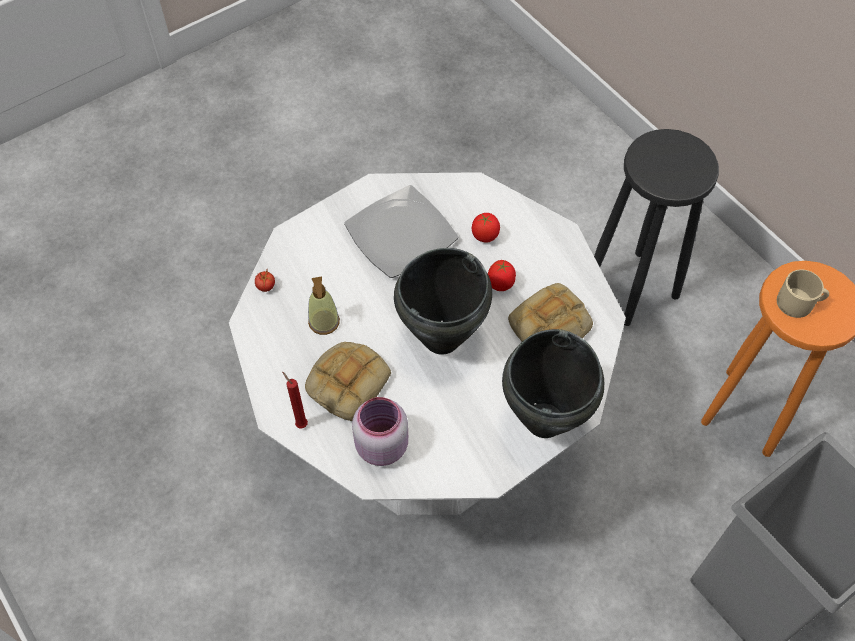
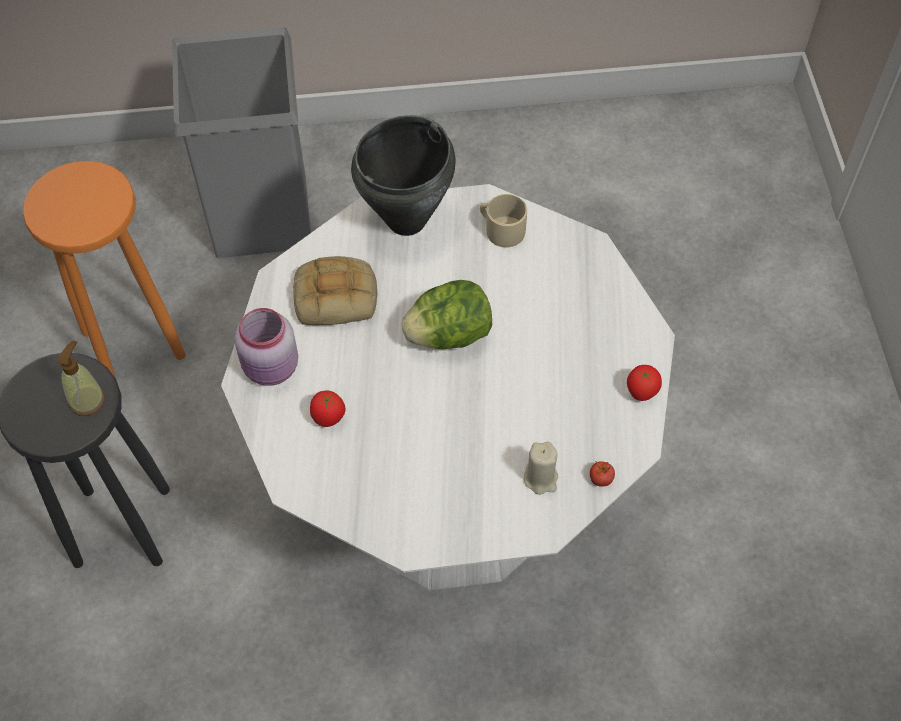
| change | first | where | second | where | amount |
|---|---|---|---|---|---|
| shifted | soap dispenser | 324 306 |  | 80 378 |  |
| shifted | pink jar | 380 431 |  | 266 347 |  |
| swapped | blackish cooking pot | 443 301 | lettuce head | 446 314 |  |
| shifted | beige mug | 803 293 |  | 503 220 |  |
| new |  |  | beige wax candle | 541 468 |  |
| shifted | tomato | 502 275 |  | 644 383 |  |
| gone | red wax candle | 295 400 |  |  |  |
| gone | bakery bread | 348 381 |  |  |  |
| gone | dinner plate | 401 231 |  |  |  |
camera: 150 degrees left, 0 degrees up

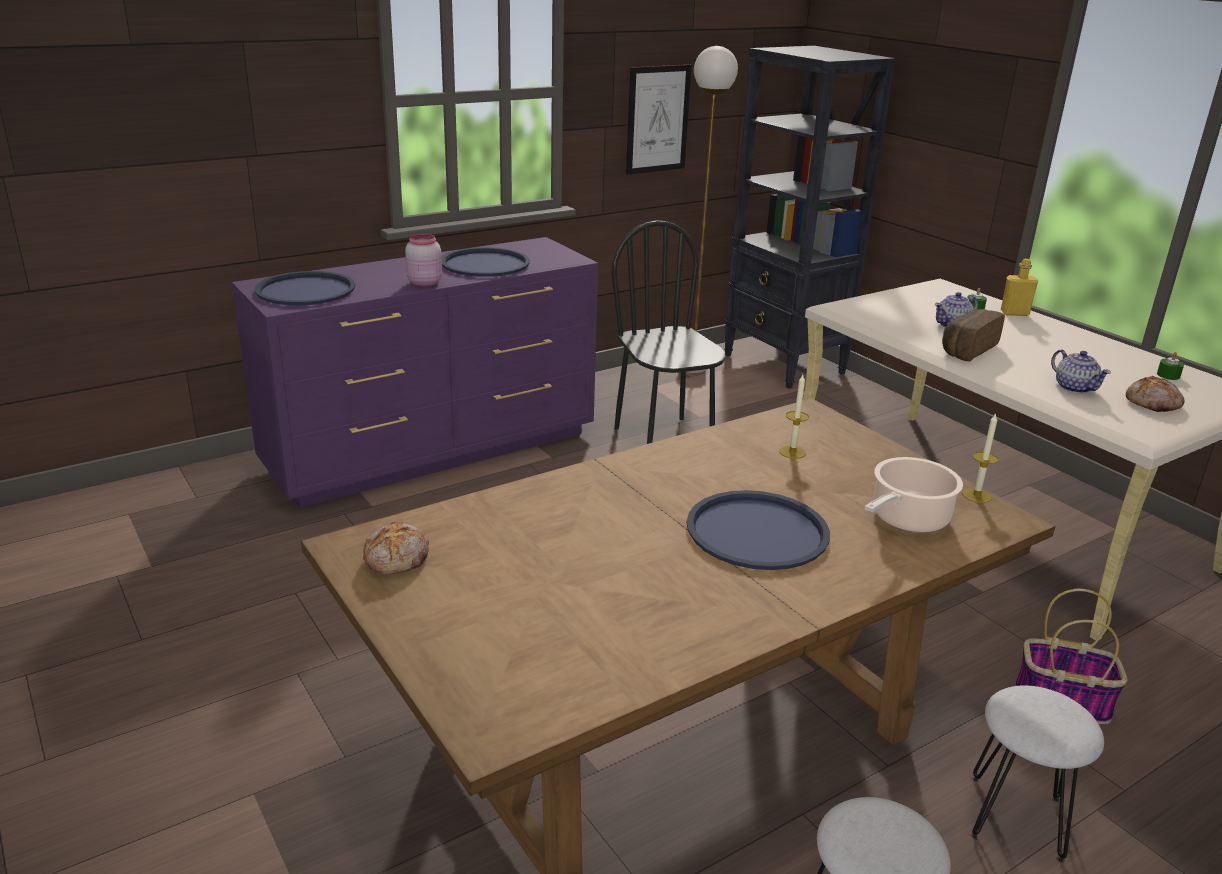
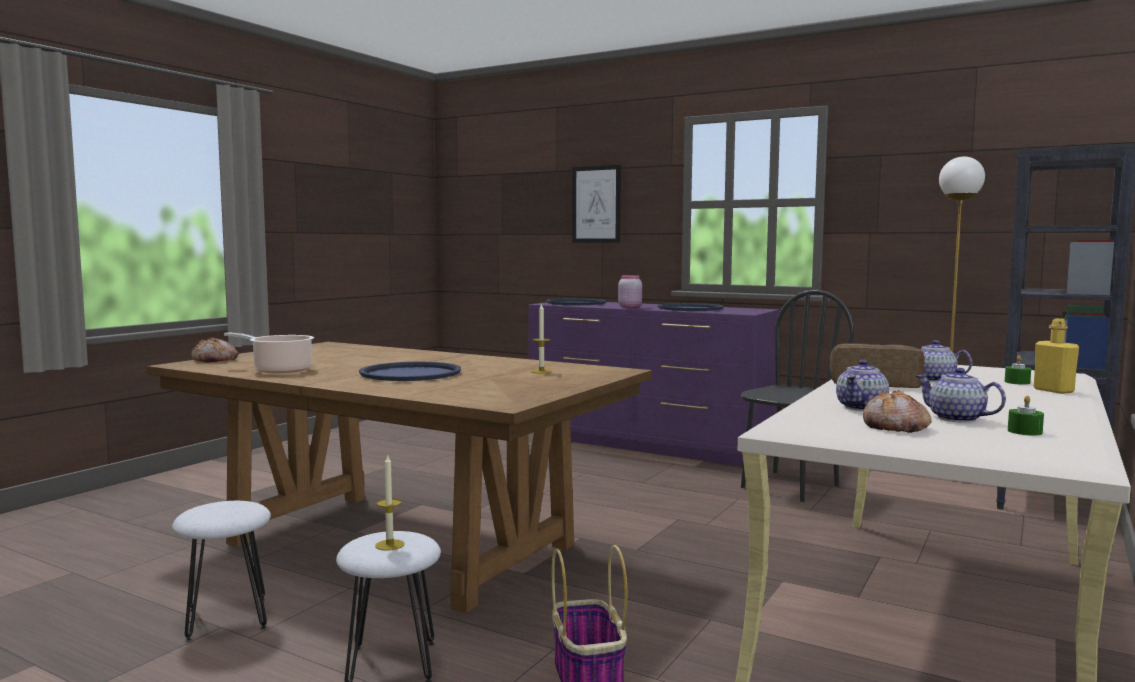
| change | first | where | second | where | amount |
|---|---|---|---|---|---|
| shifted | bakery bread | 396 548 |  | 215 350 |  |
| shifted | cooking pot | 913 495 |  | 269 352 |  |
| shifted | wax candle | 980 458 |  | 389 503 |  |
| shifted | wall picture | 659 120 |  | 596 204 |  |
| new |  |  | tea pot | 961 395 |  |
camera: 65 degrees right, 20 degrees down

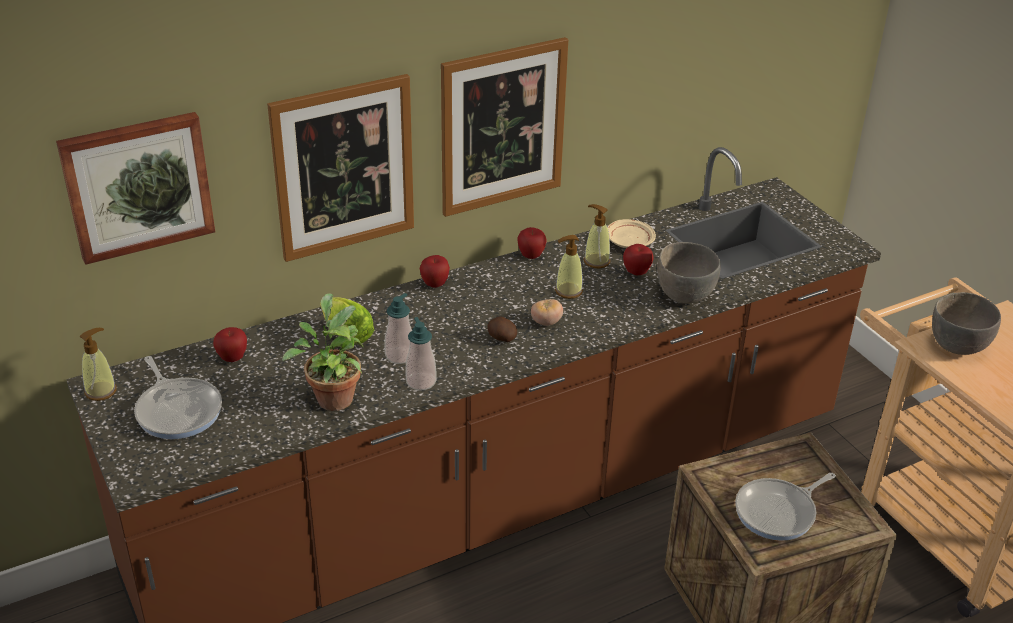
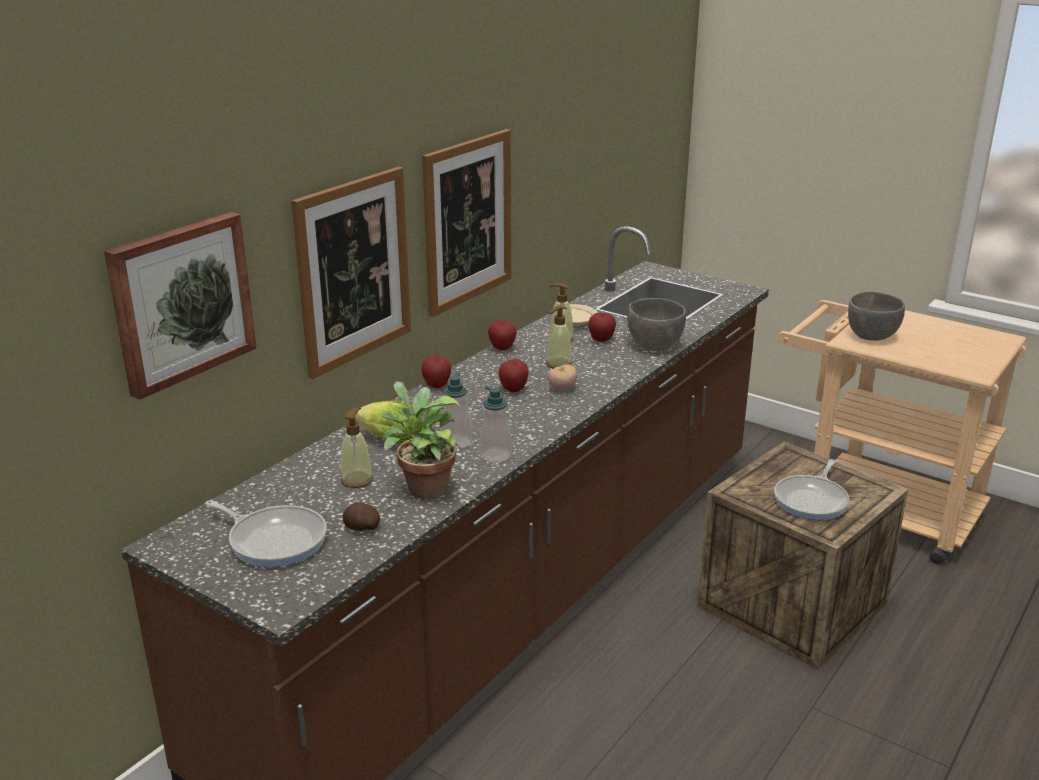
| change | first | where | second | where | amount |
|---|---|---|---|---|---|
| shifted | soap dispenser | 98 364 |  | 356 447 |  |
| shifted | potato | 502 329 |  | 361 516 |  |
| shifted | apple fruit | 230 344 |  | 513 375 |  |
camera: 25 degrees left, 10 degrees down

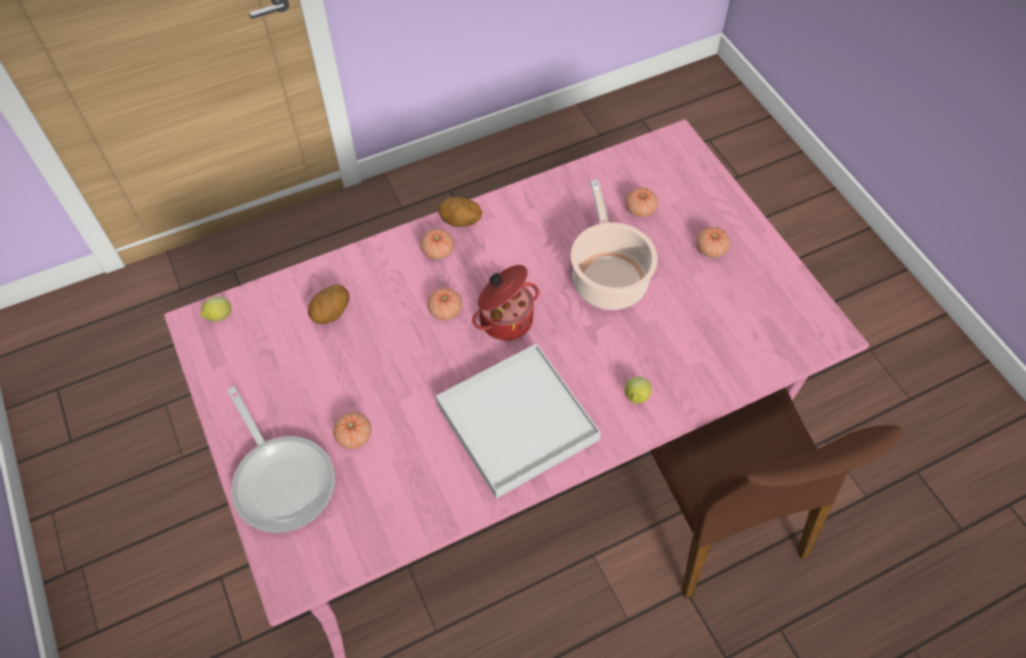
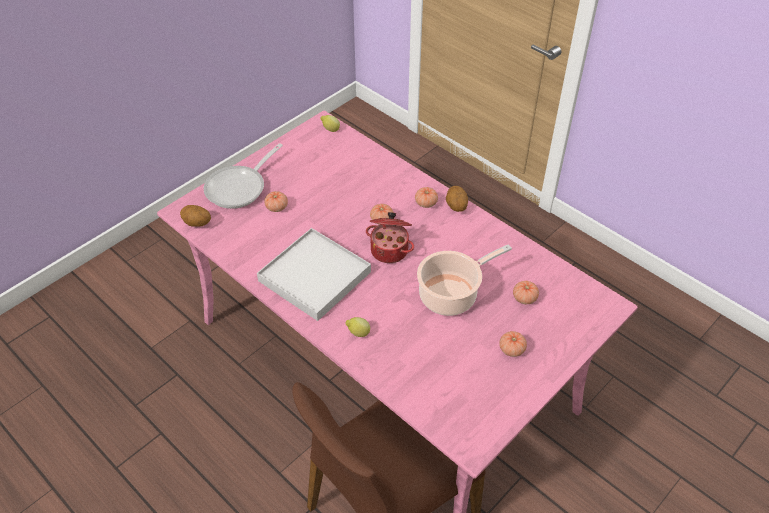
| change | first | where | second | where | amount |
|---|---|---|---|---|---|
| shifted | potato | 329 304 |  | 195 216 |  |
camera: 70 degrees right, 10 degrees down

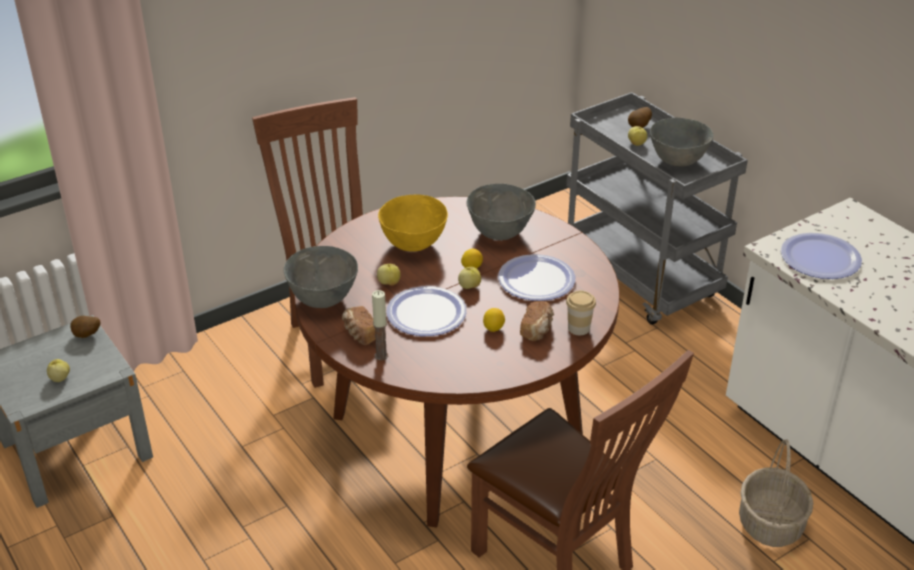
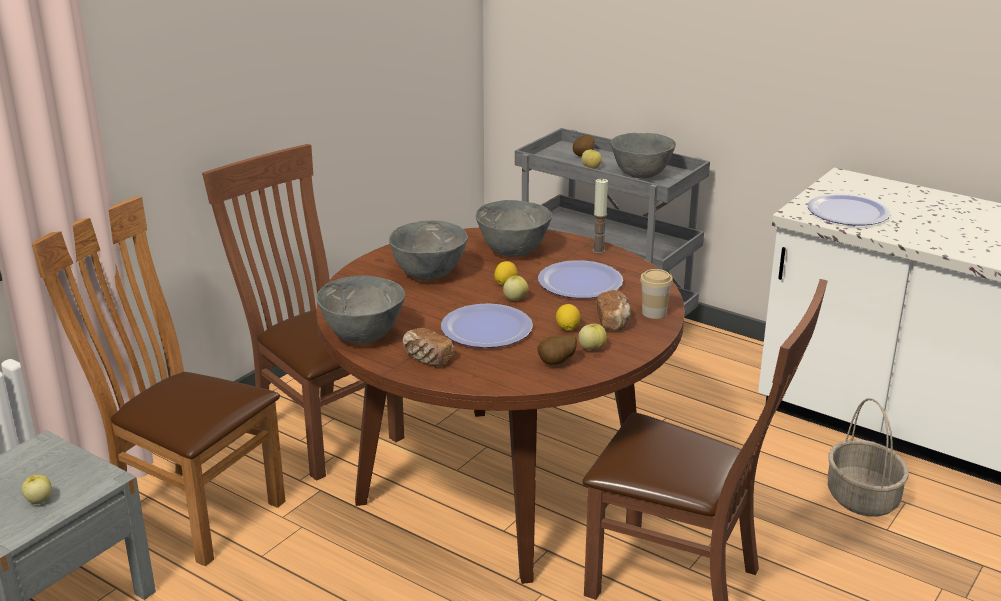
| change | first | where | second | where | amount |
|---|---|---|---|---|---|
| new |  |  | brownish upright chair | 159 381 |  |
| repainted | yellow-coloured bowl | 413 222 | greyish bowl | 428 250 |  |
| shifted | potato | 85 327 |  | 557 350 |  |
| shifted | apple fruit | 389 275 |  | 592 337 |  |
| shifted | wax candle | 380 325 |  | 600 216 |  |
camera: 20 degrees left, 10 degrees down

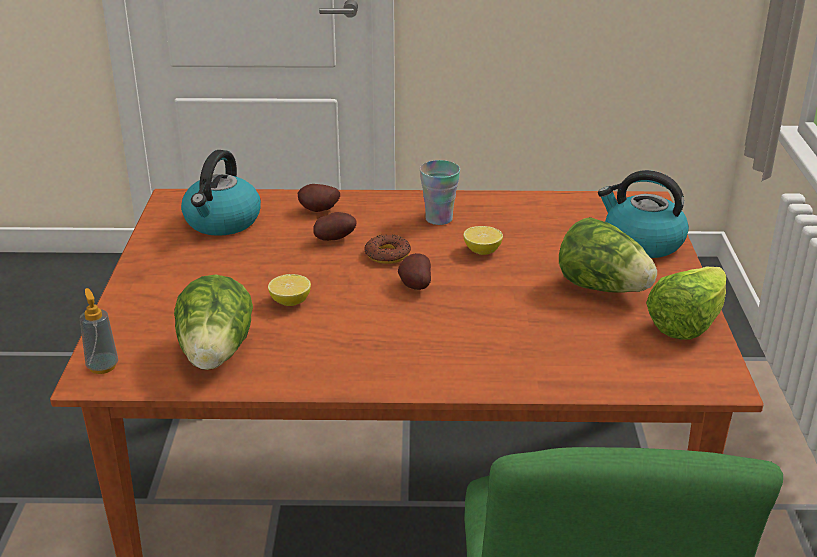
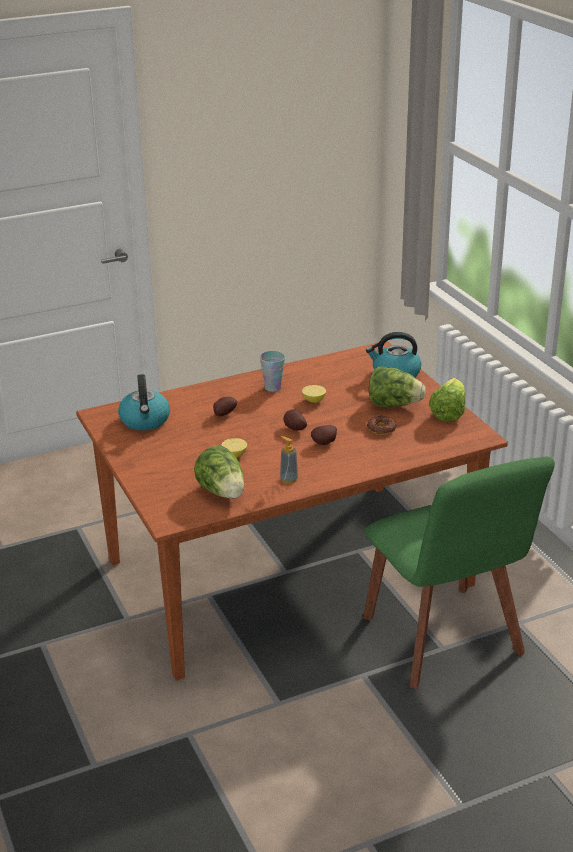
| change | first | where | second | where | amount |
|---|---|---|---|---|---|
| shifted | soap dispenser | 99 331 |  | 289 460 |  |
| shifted | potato | 318 198 |  | 324 435 |  |
| shifted | donut | 387 249 |  | 382 425 |  |
camera: 25 degrees left, 0 degrees up

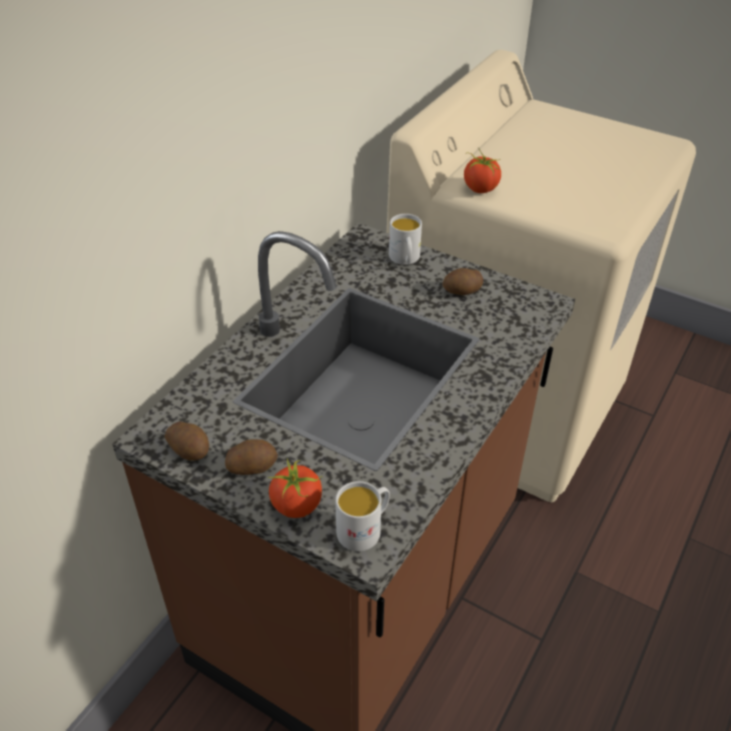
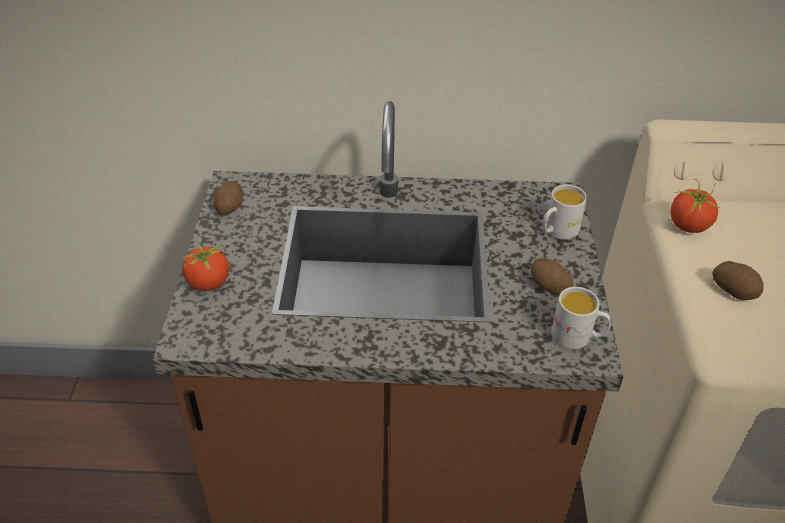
| change | first | where | second | where | amount |
|---|---|---|---|---|---|
| shifted | whitish mug | 362 516 |  | 581 318 |  |
| shifted | potato | 251 457 |  | 738 280 |  |
camera: 60 degrees right, 0 degrees up

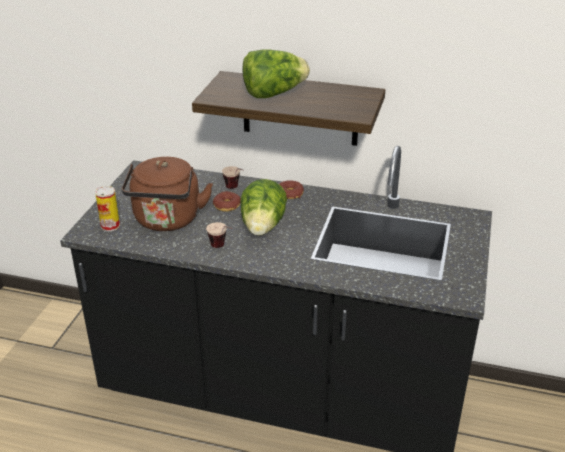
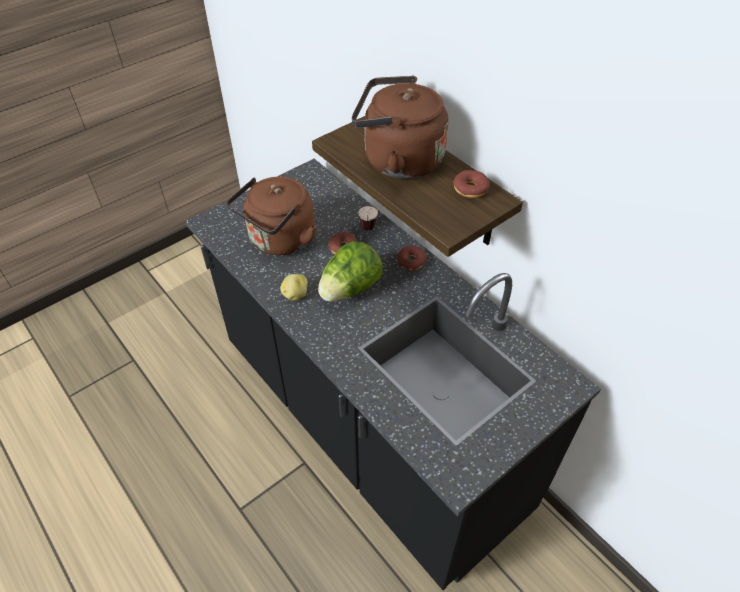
| change | first | where | second | where | amount |
|---|---|---|---|---|---|
| swapped | cup | 219 235 | potato | 294 287 |  |
| swapped | lettuce head | 276 74 | brownish water kettle | 400 127 |  |
| new |  |  | donut | 471 184 |  |
| gone | metal can | 107 208 |  |  |  |
camera: 35 degrees right, 15 degrees up

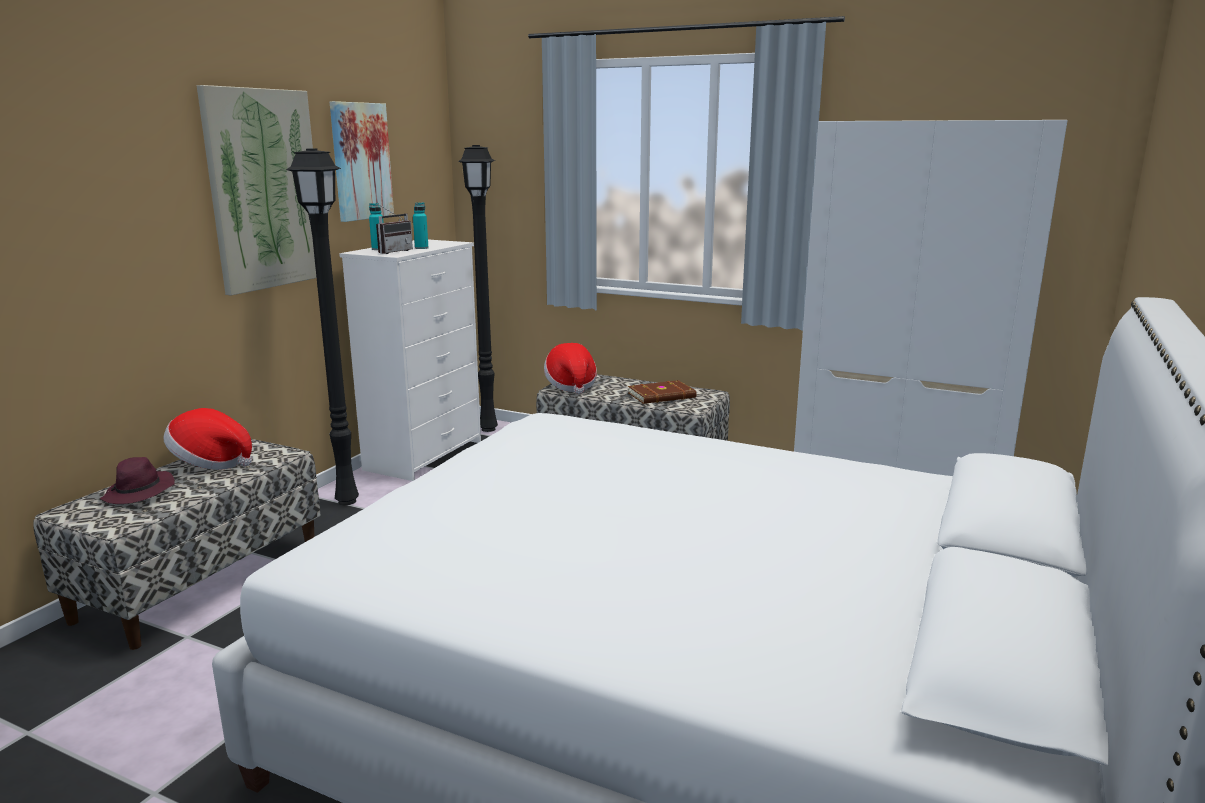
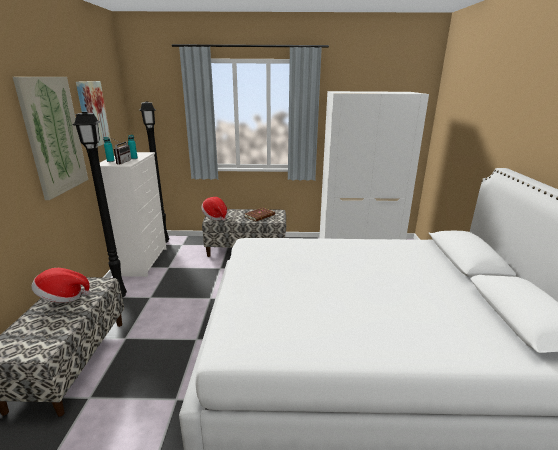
| change | first | where | second | where | amount |
|---|---|---|---|---|---|
| gone | purple hat | 137 480 |  |  |  |
camera: 25 degrees left, 5 degrees up

